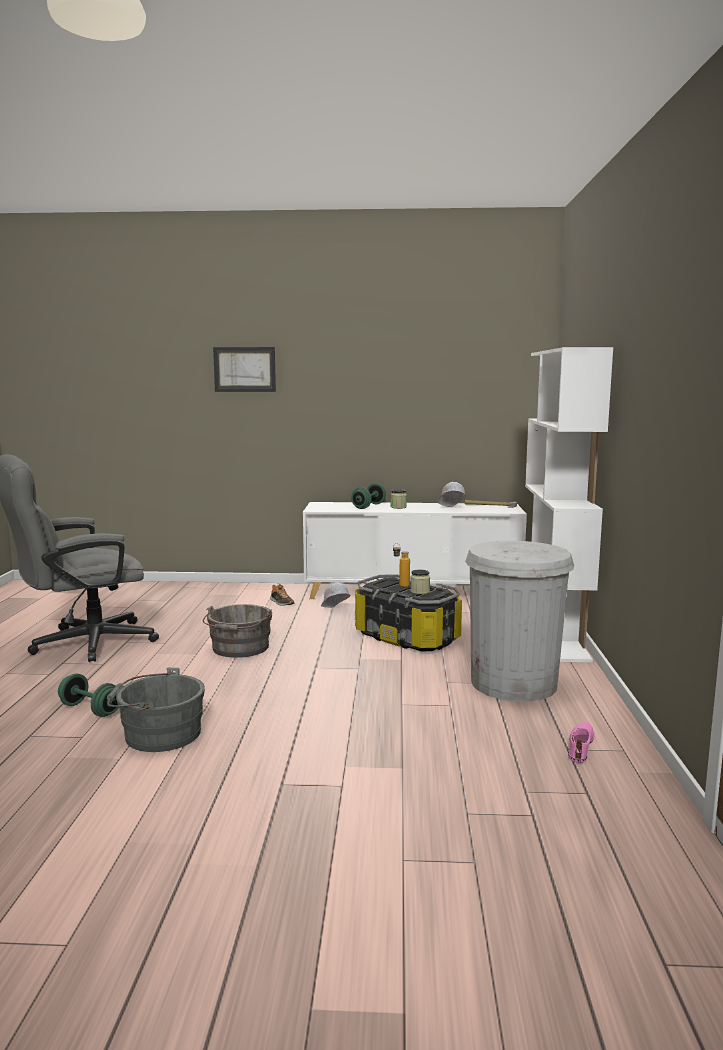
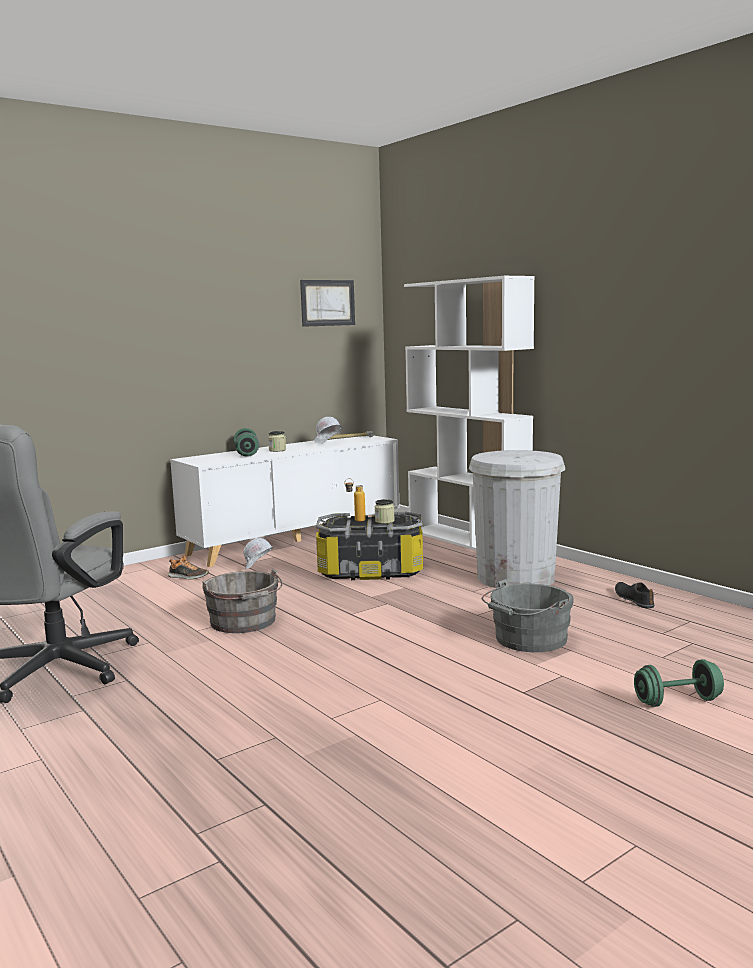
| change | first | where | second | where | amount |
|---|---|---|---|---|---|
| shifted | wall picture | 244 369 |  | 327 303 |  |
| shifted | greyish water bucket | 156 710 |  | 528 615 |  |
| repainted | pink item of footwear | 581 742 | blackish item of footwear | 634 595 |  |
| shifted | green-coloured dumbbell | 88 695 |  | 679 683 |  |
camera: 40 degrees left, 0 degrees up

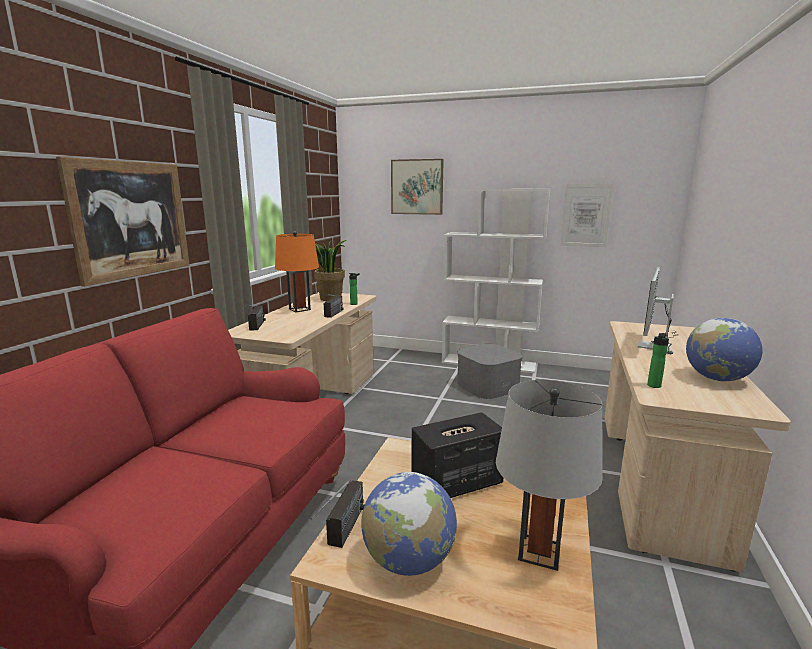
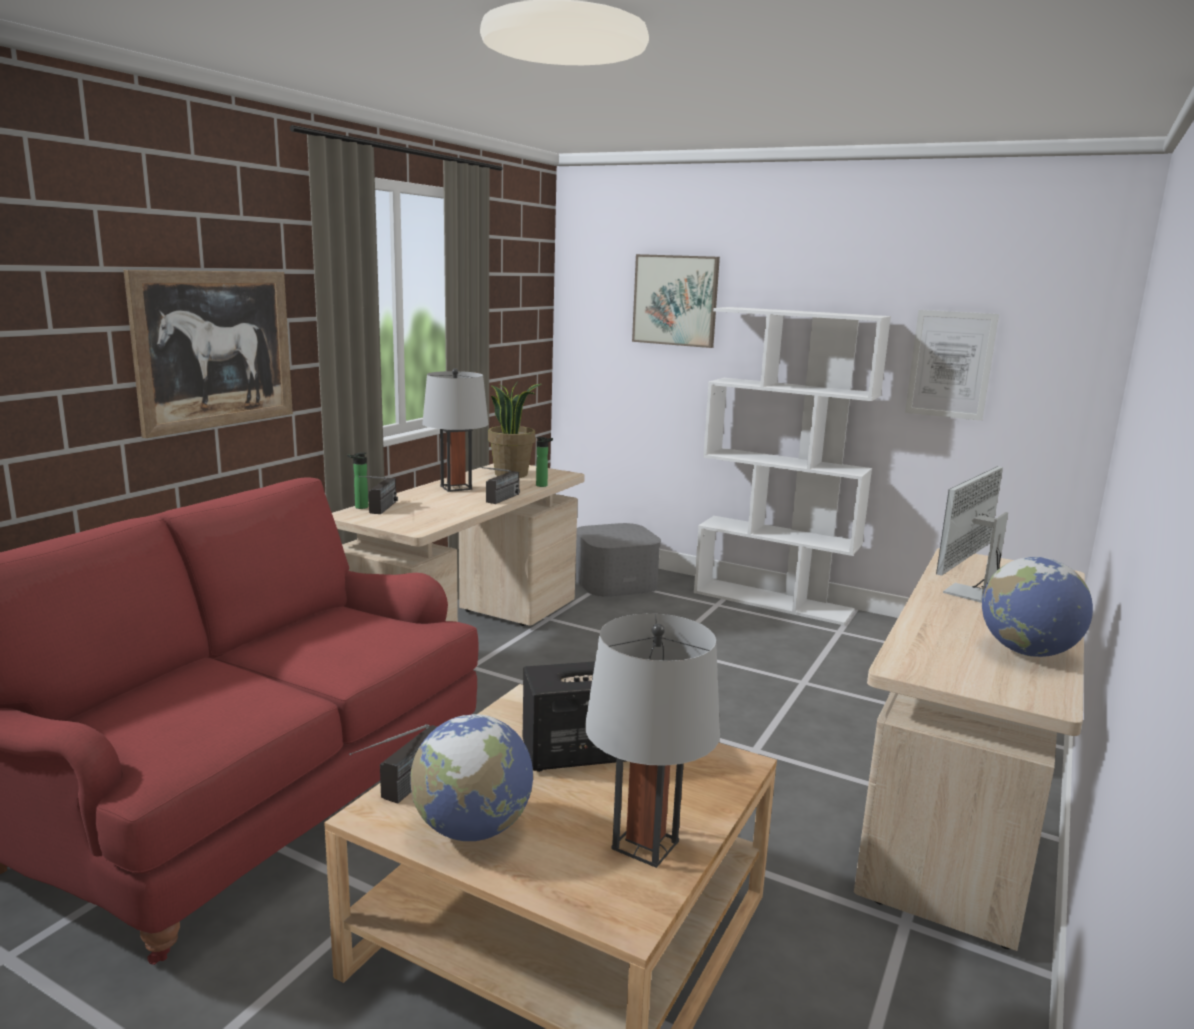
| change | first | where | second | where | amount |
|---|---|---|---|---|---|
| shifted | beverage bottle | 658 360 |  | 357 480 |  |
| repainted | orangey tabletop lamp | 297 271 | greyish tabletop lamp | 455 430 |  |
| shifted | greyish storage box | 490 371 |  | 618 560 |  |
camera: 10 degrees right, 0 degrees up

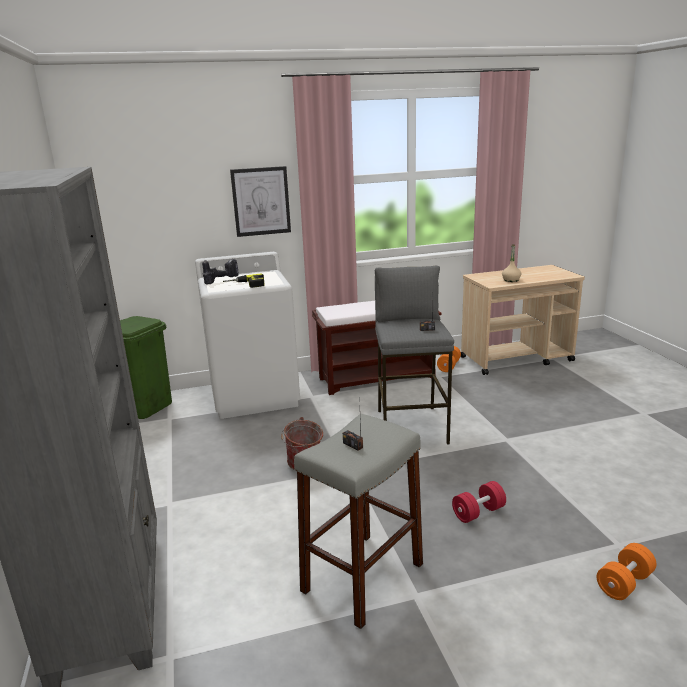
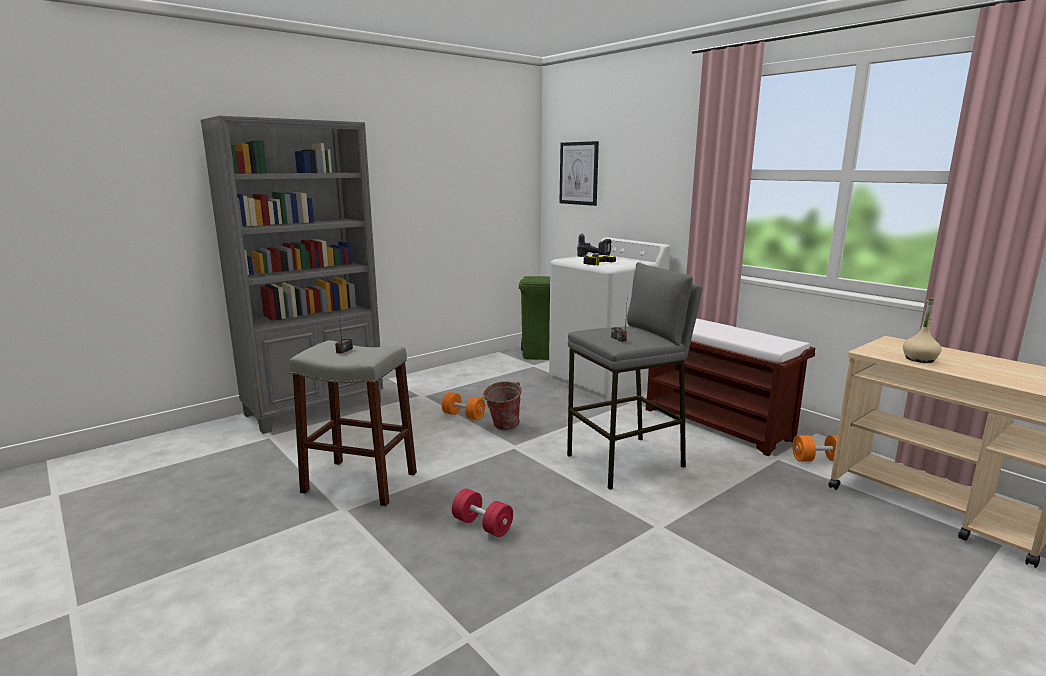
| change | first | where | second | where | amount |
|---|---|---|---|---|---|
| shifted | orangey dumbbell | 626 571 |  | 463 406 |  |
| shifted | wall picture | 260 201 |  | 579 173 |  |
camera: 65 degrees right, 5 degrees down

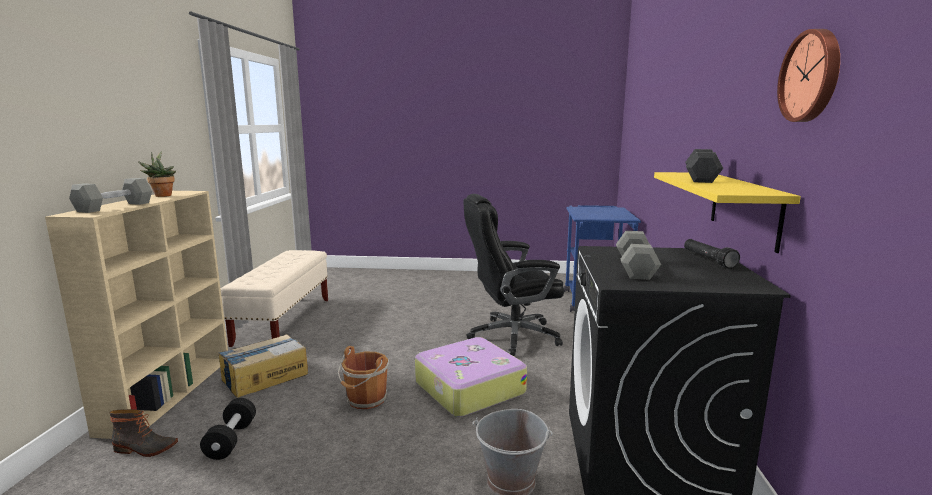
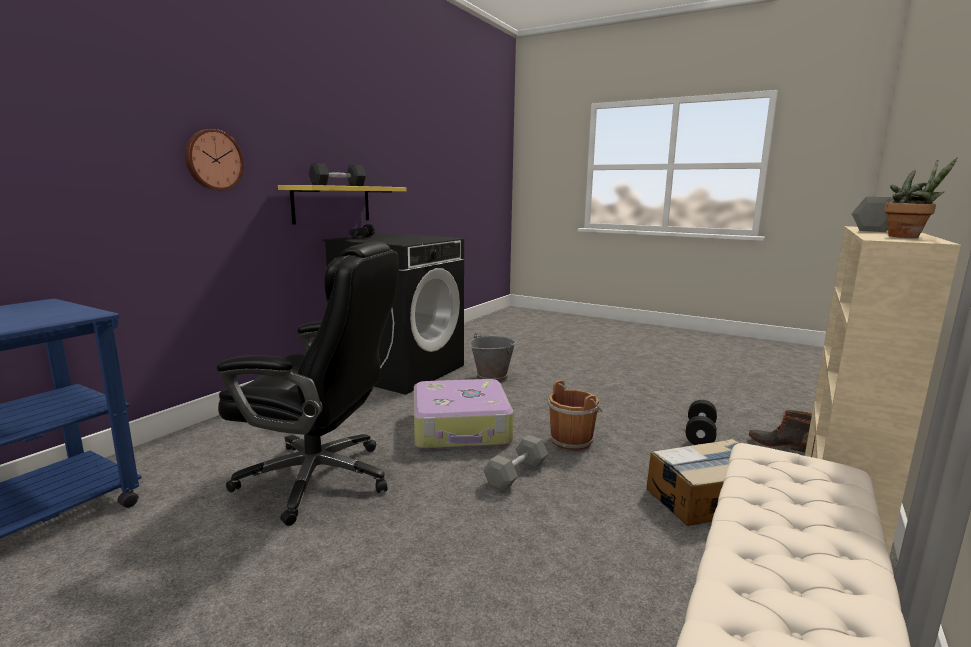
| change | first | where | second | where | amount |
|---|---|---|---|---|---|
| shifted | wall clock | 808 75 |  | 214 159 |  |
| shifted | greyish dumbbell | 638 255 |  | 515 463 |  |
camera: 155 degrees left, 0 degrees up

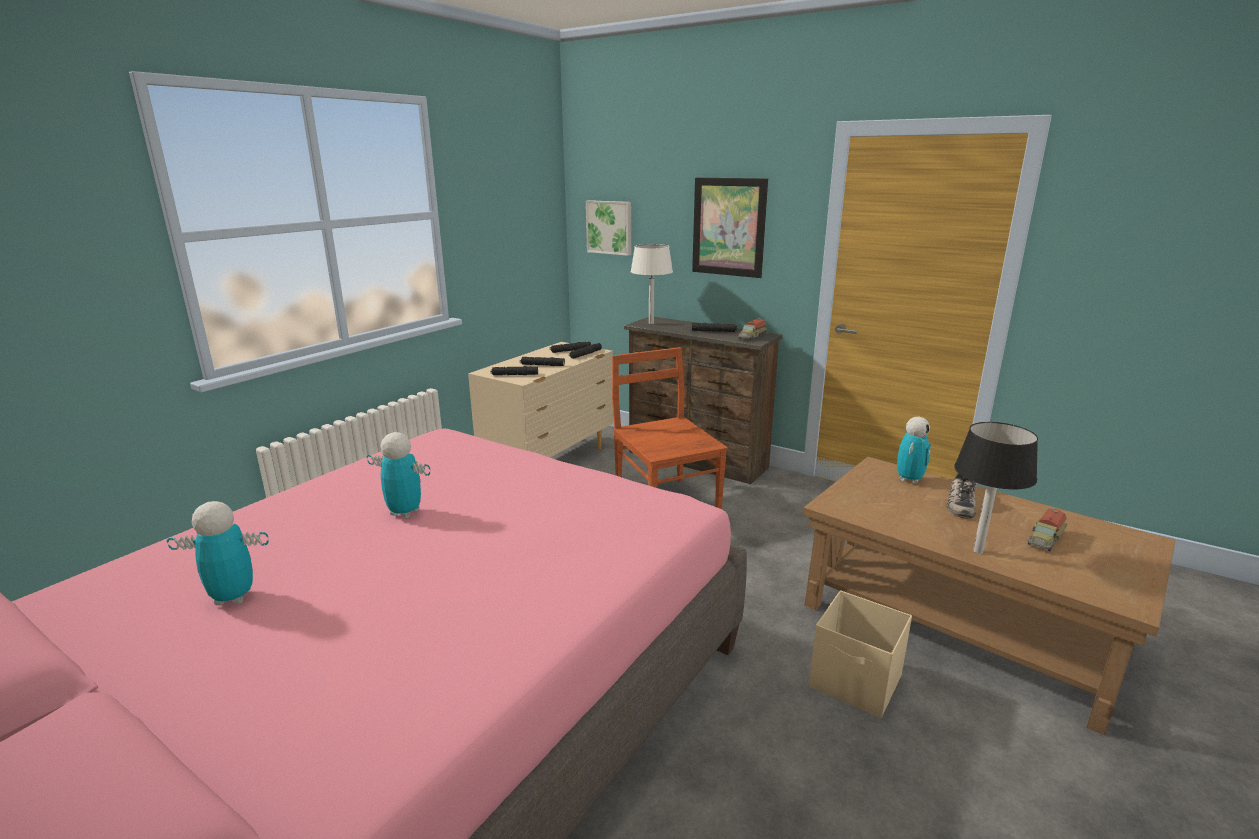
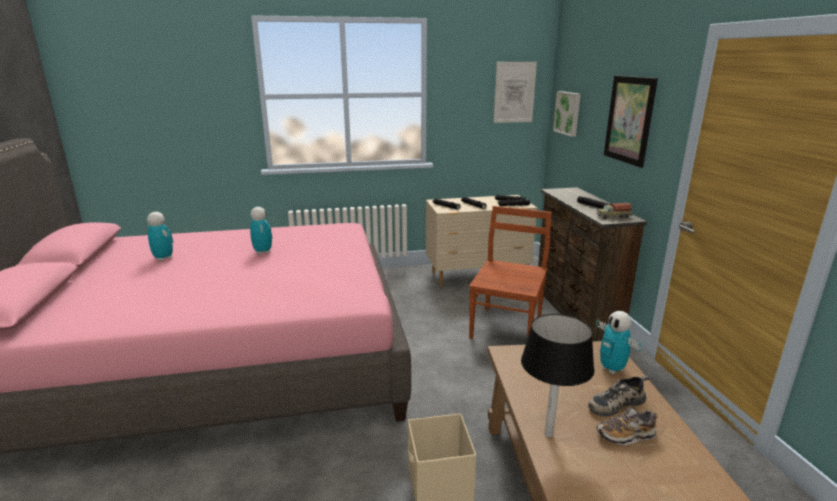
| change | first | where | second | where | amount |
|---|---|---|---|---|---|
| new |  |  | wall picture | 515 92 |  |
| rotated | toy robot | 914 450 |  | 619 342 | 75 degrees clockwise |
| new |  |  | item of footwear | 627 426 |  |
| gone | whitish tabletop lamp | 651 284 |  |  |  |
| gone | toy lorry | 1047 530 |  |  |  |
camera: 45 degrees right, 0 degrees up

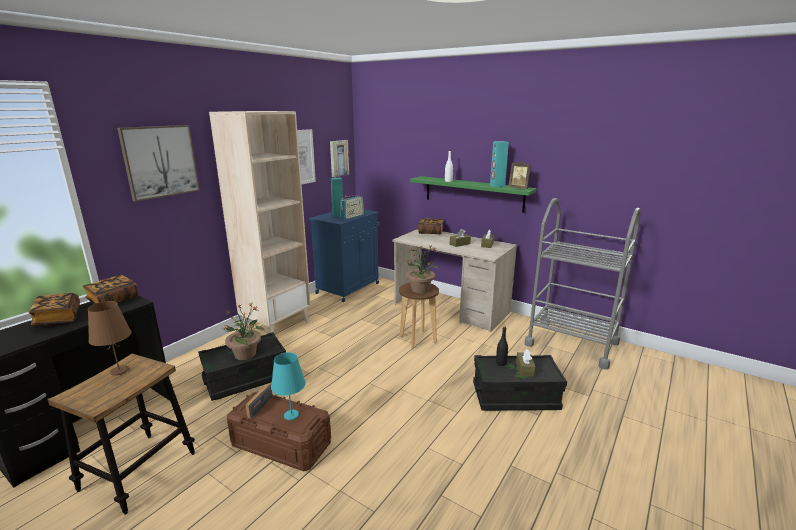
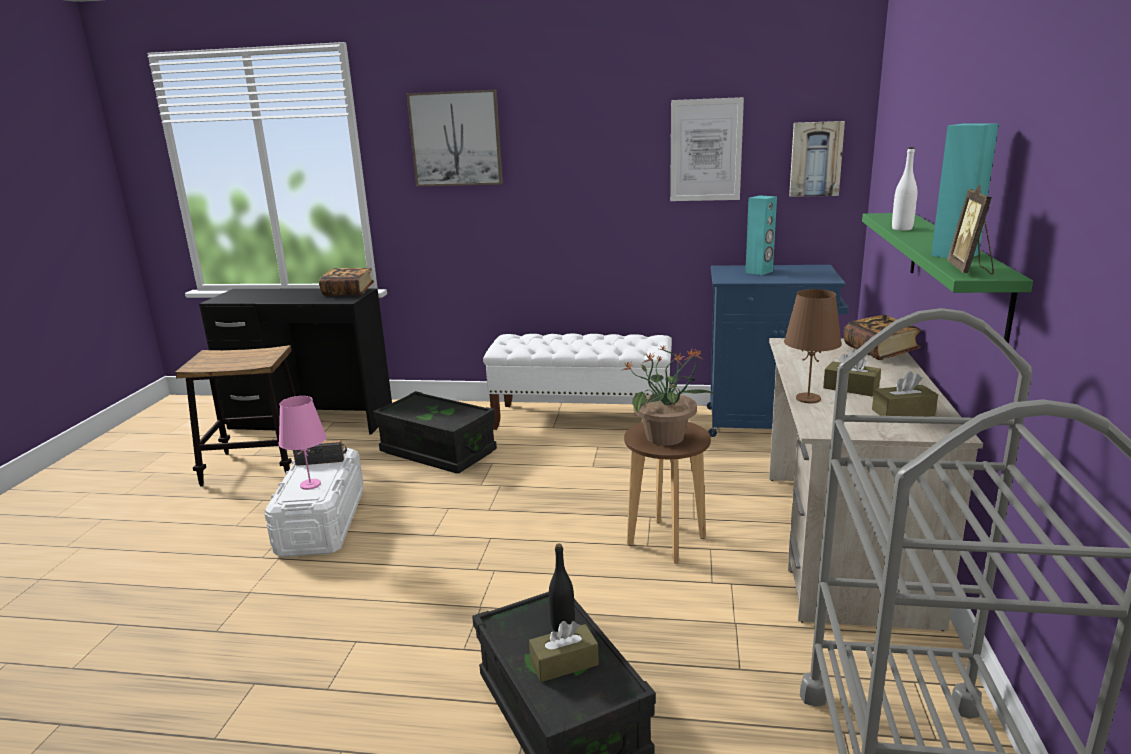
| change | first | where | second | where | amount |
|---|---|---|---|---|---|
| repainted | brownish storage box | 279 431 | whitish storage box | 314 502 |  |
| repainted | turquoise-coloured tabletop lamp | 288 386 | pink tabletop lamp | 302 443 |  |
| swapped | beige shelving unit | 260 222 | whitish indoor bench | 577 382 |  |
| shifted | brownish tabletop lamp | 110 338 |  | 813 346 |  |
| gone | book | 54 309 |  |  |  |
| gone | plant in a pot | 243 331 |  |  |  |
| gone | radio receiver | 352 207 |  |  |  |
camera: 65 degrees right, 0 degrees up

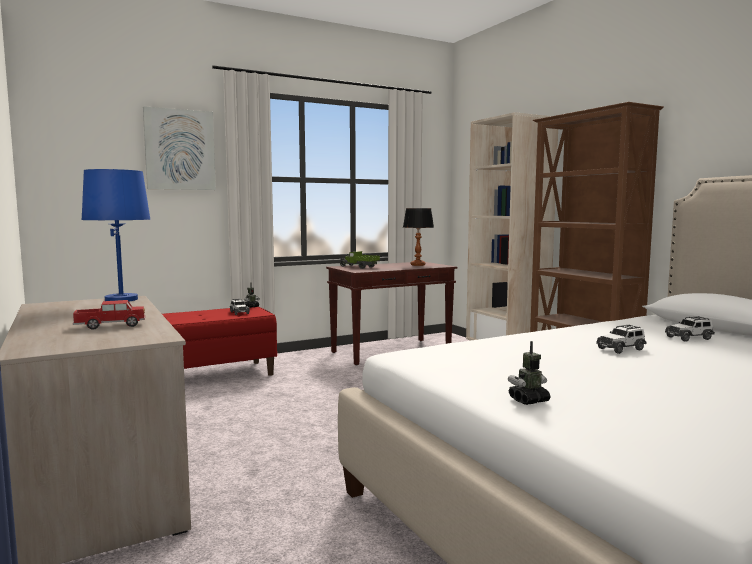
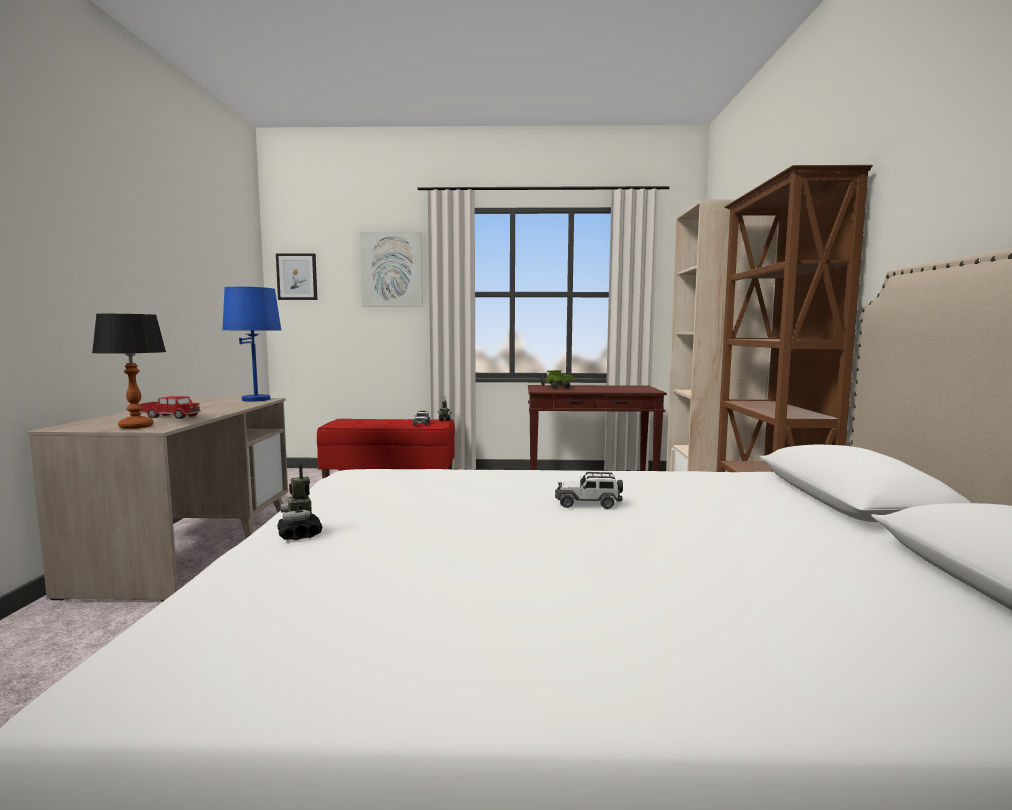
| change | first | where | second | where | amount |
|---|---|---|---|---|---|
| shifted | tabletop lamp | 418 237 |  | 129 371 |  |
| new |  |  | wall picture | 296 277 |  |
| rotated | toy robot | 529 373 |  | 299 502 | 120 degrees counterclockwise |
| gone | toy car | 690 329 |  |  |  |
camera: 30 degrees right, 0 degrees up

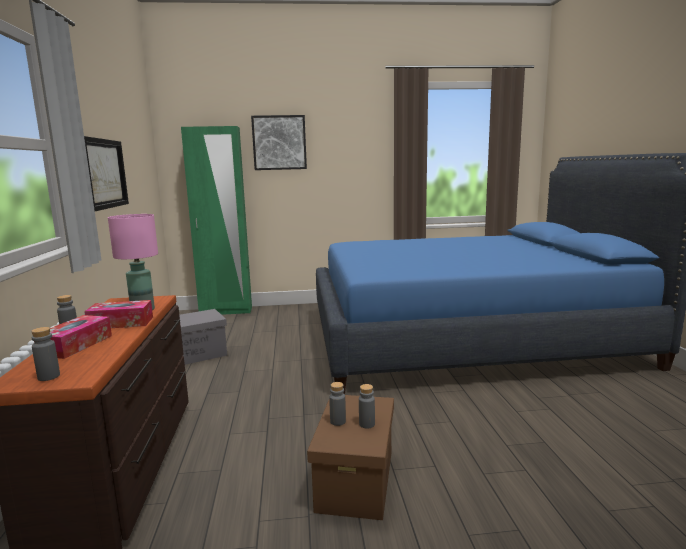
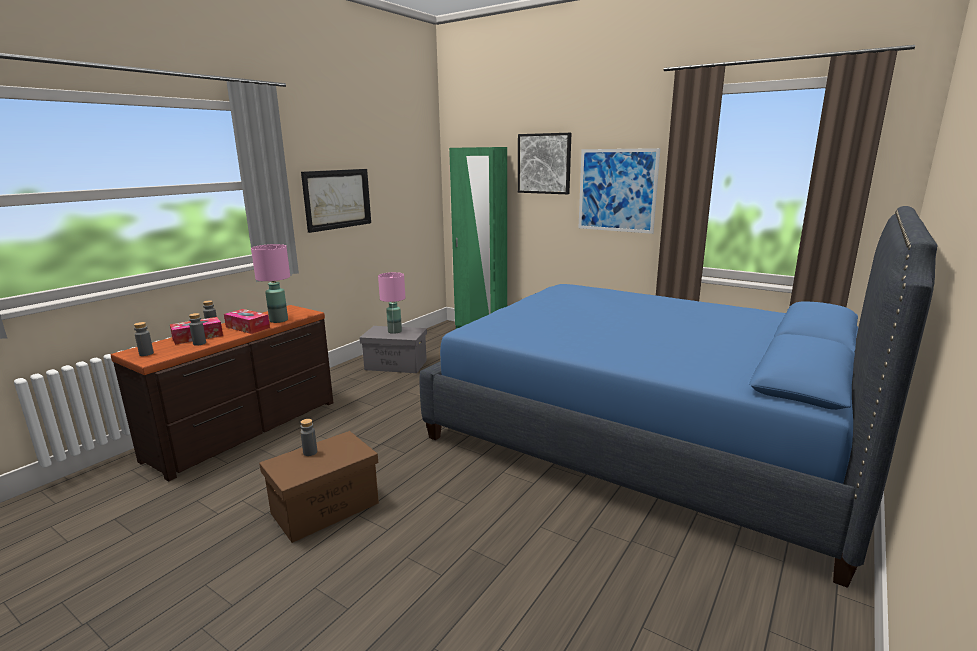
| change | first | where | second | where | amount |
|---|---|---|---|---|---|
| shifted | greyish beverage bottle | 367 406 |  | 197 329 |  |
| new |  |  | pink tabletop lamp | 391 303 |  |
| new |  |  | wall picture | 619 191 |  |
camera: 40 degrees right, 5 degrees up

